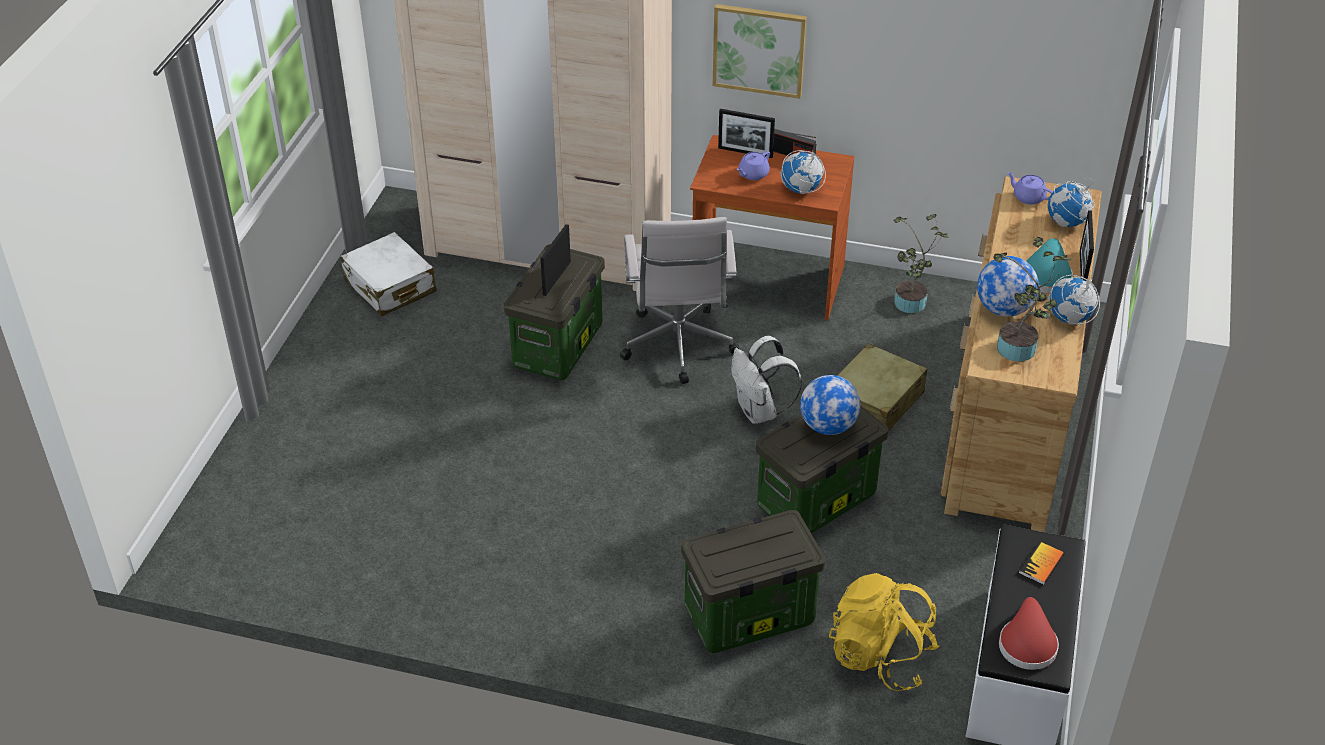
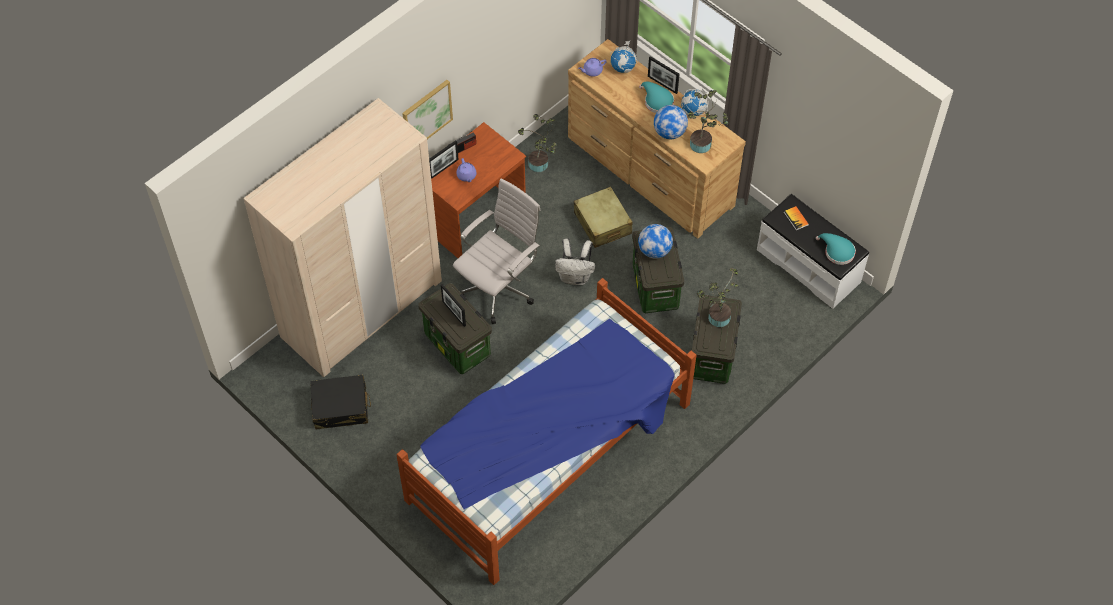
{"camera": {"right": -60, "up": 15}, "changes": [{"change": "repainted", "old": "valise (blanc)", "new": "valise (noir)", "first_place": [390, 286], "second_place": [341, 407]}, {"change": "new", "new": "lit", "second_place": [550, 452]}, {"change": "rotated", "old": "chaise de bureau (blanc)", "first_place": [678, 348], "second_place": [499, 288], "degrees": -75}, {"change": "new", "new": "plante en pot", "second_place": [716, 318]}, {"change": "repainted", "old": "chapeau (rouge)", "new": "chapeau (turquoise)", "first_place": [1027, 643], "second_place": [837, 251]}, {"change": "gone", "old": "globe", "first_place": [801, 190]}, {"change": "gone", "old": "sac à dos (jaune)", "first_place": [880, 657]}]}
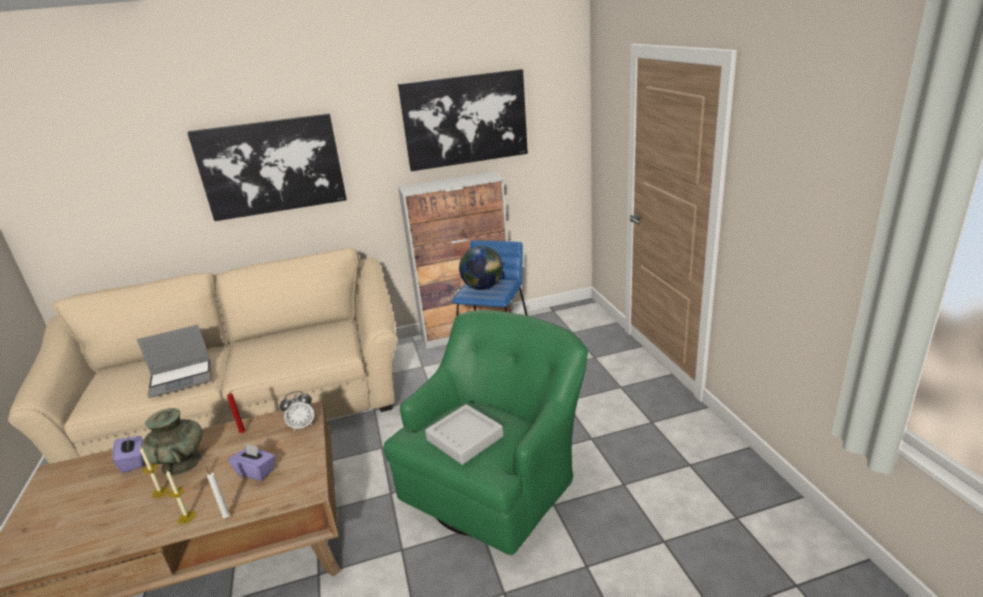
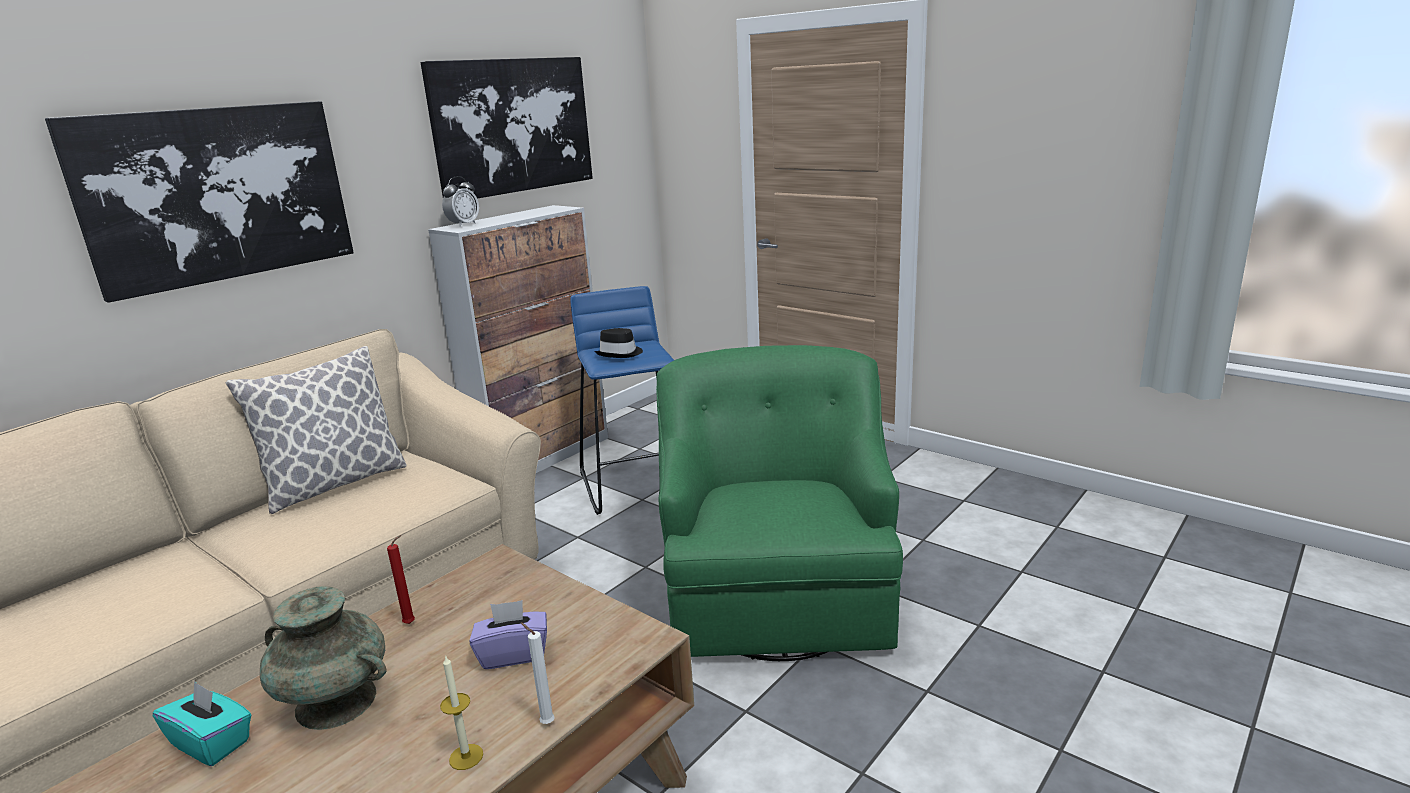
{"camera": {"right": -35, "up": -5}, "changes": [{"change": "repainted", "old": "boîte à mouchoirs (violet)", "new": "boîte à mouchoirs (turquoise)", "first_place": [134, 461], "second_place": [212, 742]}, {"change": "new", "new": "coussin", "second_place": [335, 484]}, {"change": "shifted", "old": "réveil", "first_place": [302, 425], "second_place": [463, 225]}, {"change": "swapped", "old": "globe", "new": "chapeau (noir)", "first_place": [483, 288], "second_place": [620, 354]}, {"change": "gone", "old": "ordinateur portable", "first_place": [182, 378]}, {"change": "gone", "old": "bougie", "first_place": [160, 492]}, {"change": "gone", "old": "plateau (gris)", "first_place": [465, 438]}]}
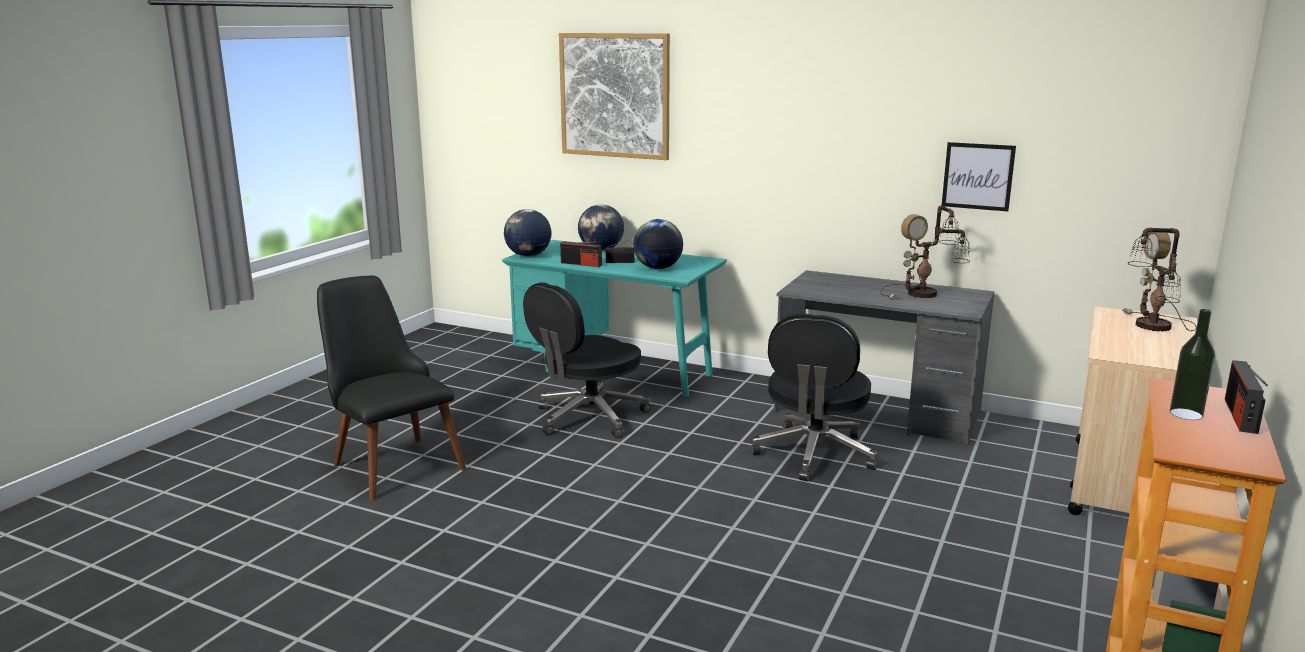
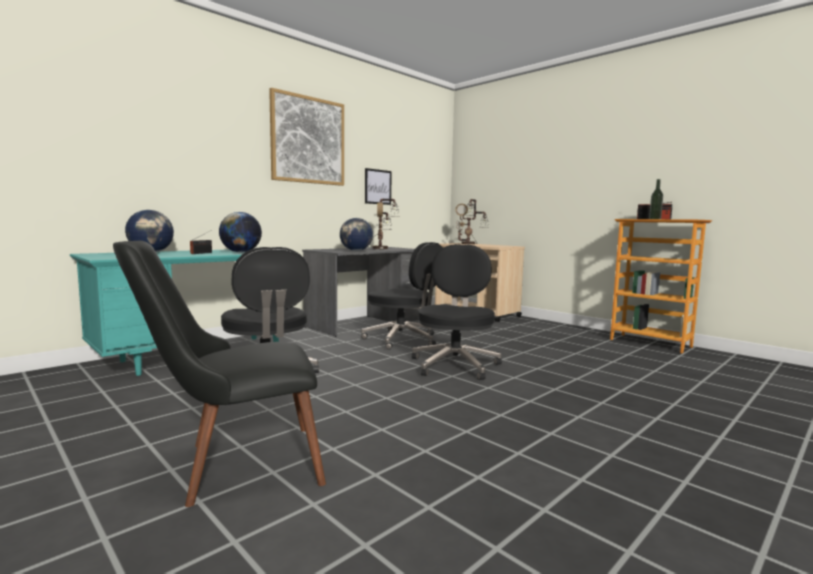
{"camera": {"right": -70, "up": -10}, "changes": [{"change": "shifted", "old": "tableau", "first_place": [615, 95], "second_place": [308, 140]}, {"change": "shifted", "old": "globe", "first_place": [528, 256], "second_place": [356, 251]}, {"change": "new", "new": "chaise de bureau (noir)", "second_place": [455, 364]}, {"change": "gone", "old": "radio", "first_place": [581, 264]}]}
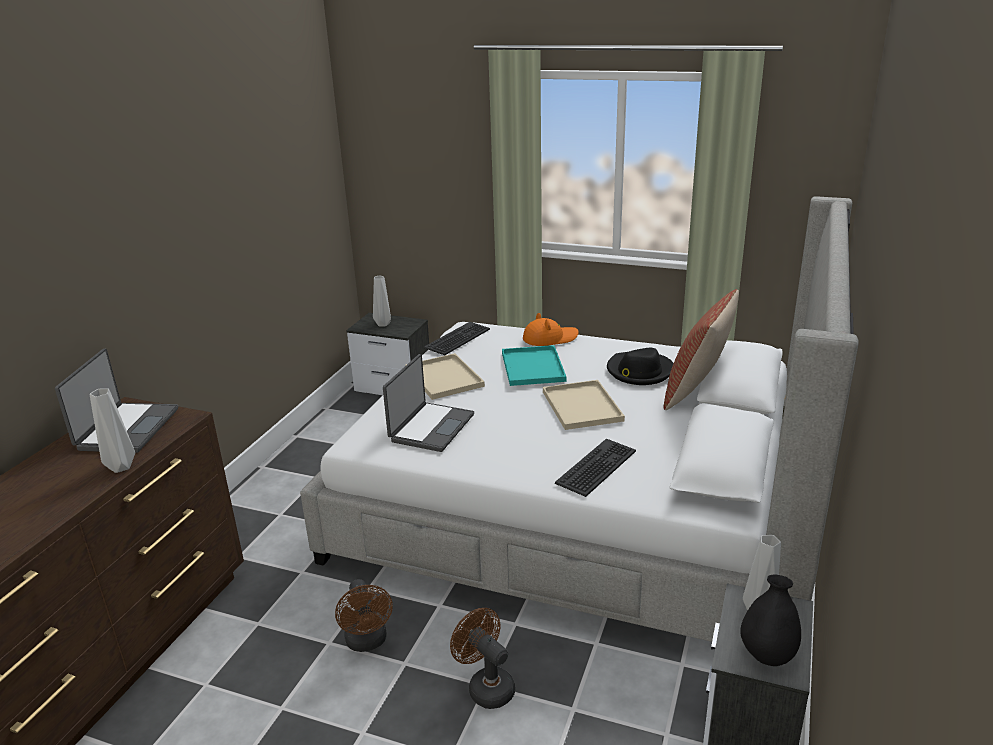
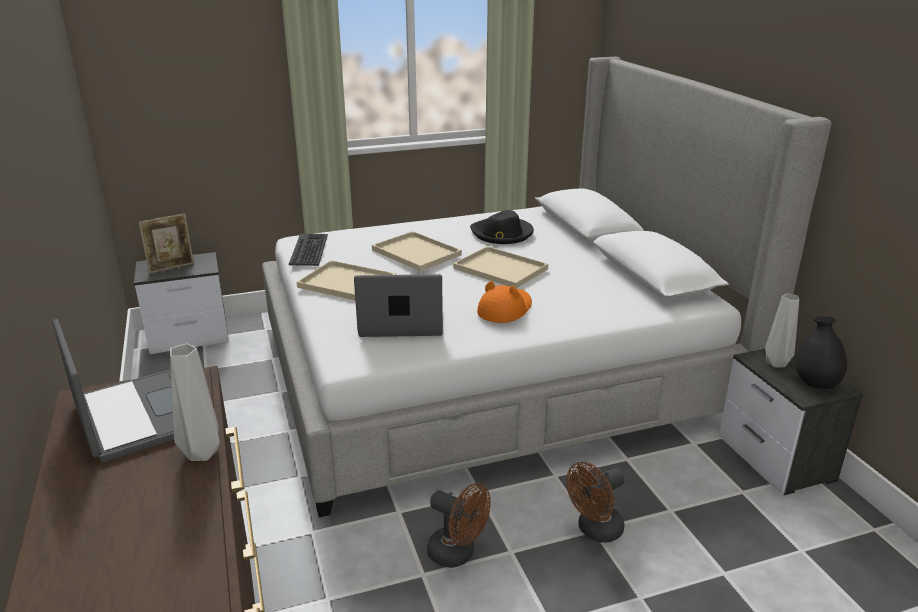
{"camera": {"right": -40, "up": 0}, "changes": [{"change": "swapped", "old": "vase (gris)", "new": "cadre photo", "first_place": [383, 324], "second_place": [171, 267]}, {"change": "rotated", "old": "ordinateur portable", "first_place": [430, 427], "second_place": [401, 324], "degrees": -75}, {"change": "repainted", "old": "plateau (turquoise)", "new": "plateau (beige)", "first_place": [534, 367], "second_place": [418, 252]}, {"change": "shifted", "old": "chapeau (orange)", "first_place": [550, 338], "second_place": [505, 309]}, {"change": "rotated", "old": "ventilateur (marron)", "first_place": [486, 686], "second_place": [595, 531], "degrees": -45}, {"change": "gone", "old": "clavier", "first_place": [597, 468]}, {"change": "gone", "old": "coussin", "first_place": [697, 391]}]}
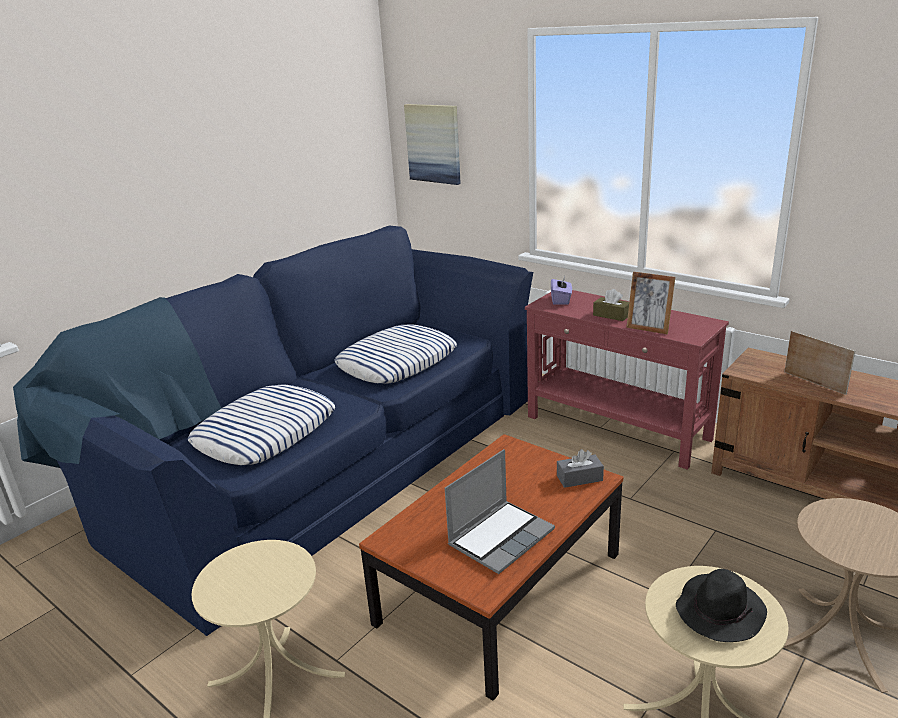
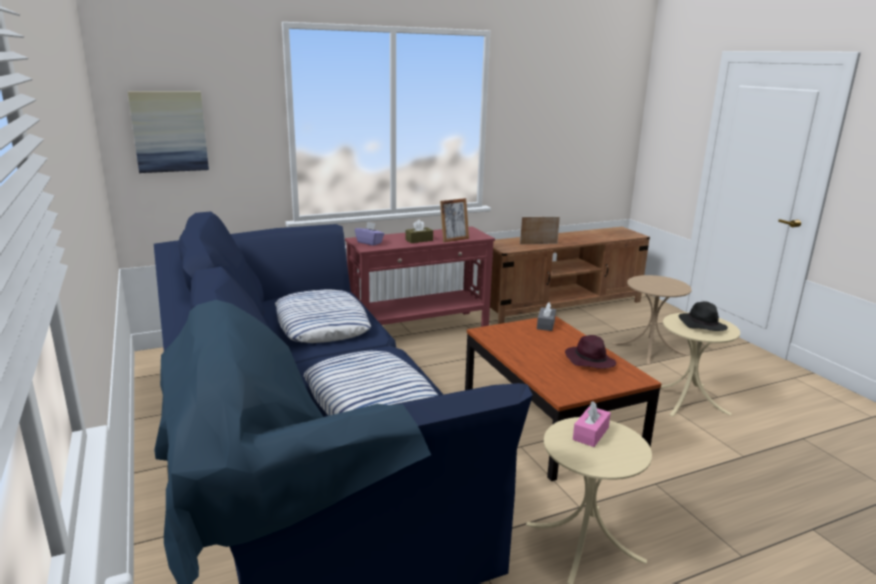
{"camera": {"right": -65, "up": -5}, "changes": [{"change": "swapped", "old": "ordinateur portable", "new": "chapeau (violet)", "first_place": [501, 537], "second_place": [589, 360]}, {"change": "new", "new": "boîte à mouchoirs (rose)", "second_place": [590, 433]}]}
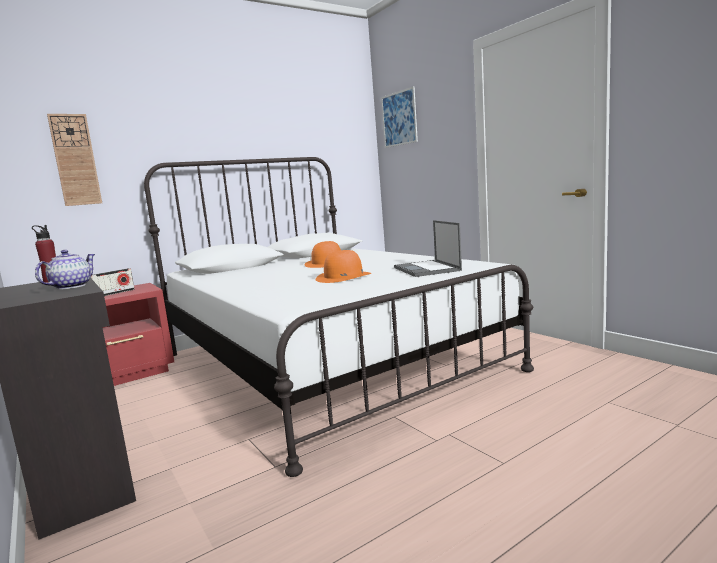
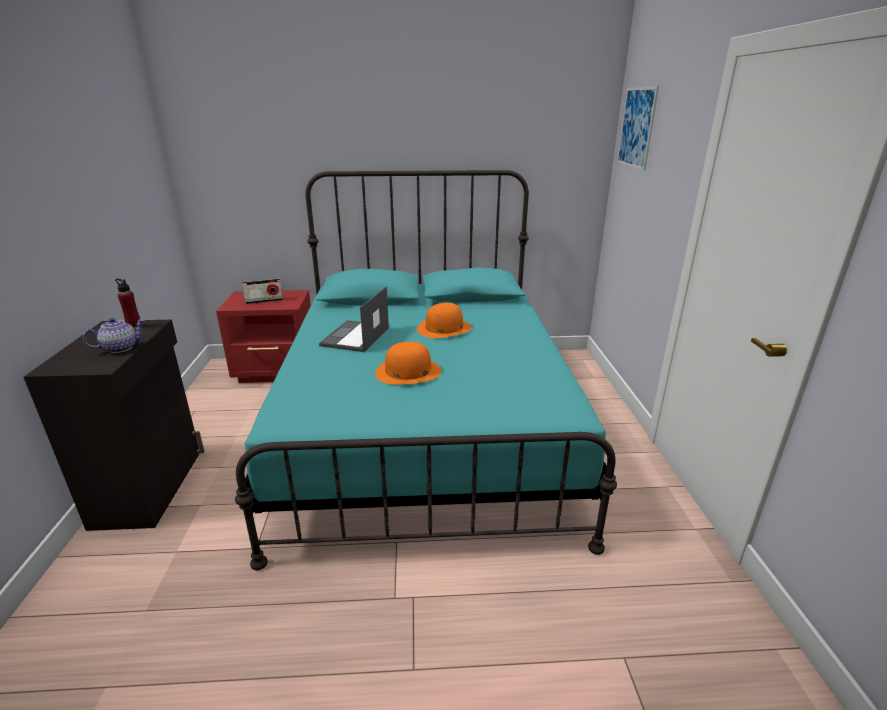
{"camera": {"right": 30, "up": 15}, "changes": [{"change": "repainted", "old": "lit (blanc)", "new": "lit (turquoise)", "first_place": [327, 361], "second_place": [425, 429]}, {"change": "shifted", "old": "ordinateur portable", "first_place": [427, 269], "second_place": [355, 337]}, {"change": "gone", "old": "horloge murale", "first_place": [75, 160]}]}
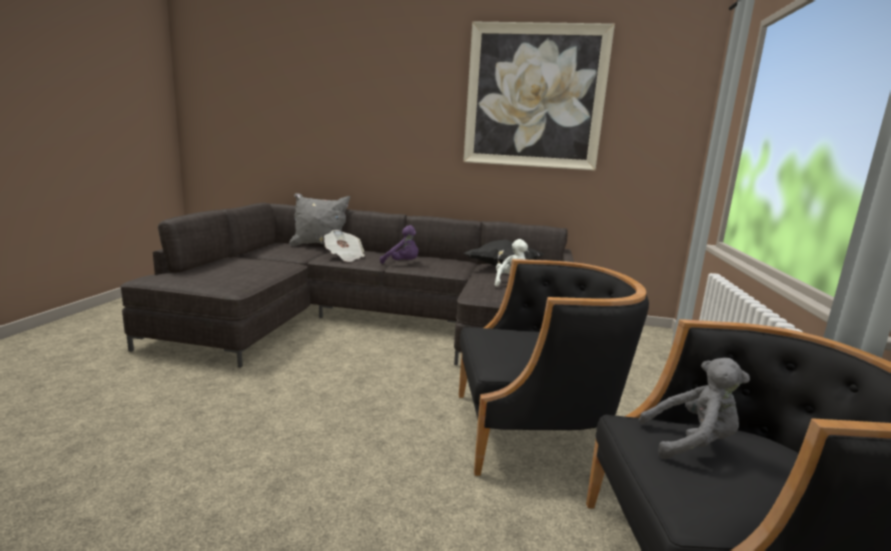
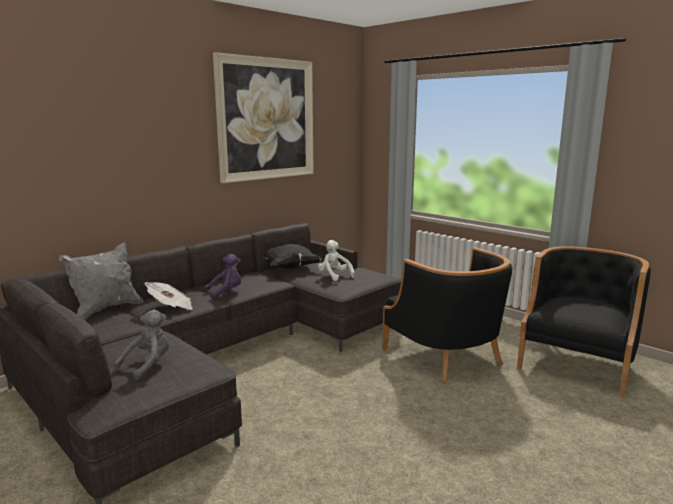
{"camera": {"right": -55, "up": 0}, "changes": [{"change": "shifted", "old": "peluche (gris)", "first_place": [691, 443], "second_place": [148, 365]}, {"change": "rotated", "old": "fauteuil (noir)", "first_place": [534, 430], "second_place": [445, 357], "degrees": 120}]}
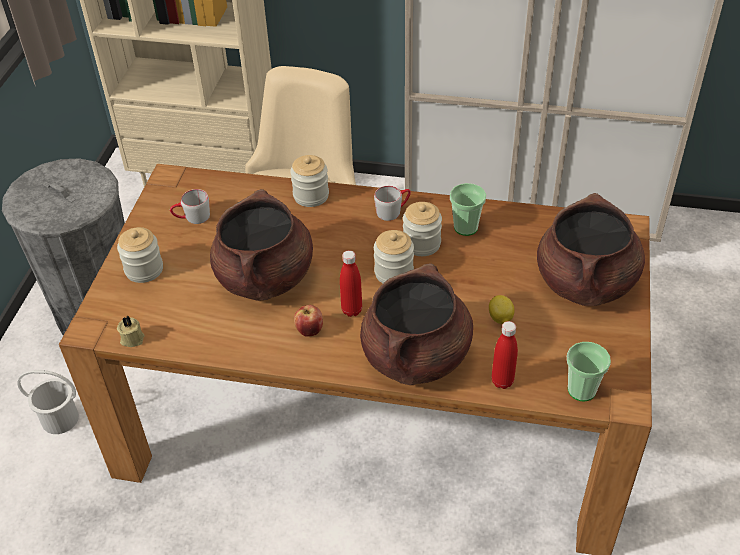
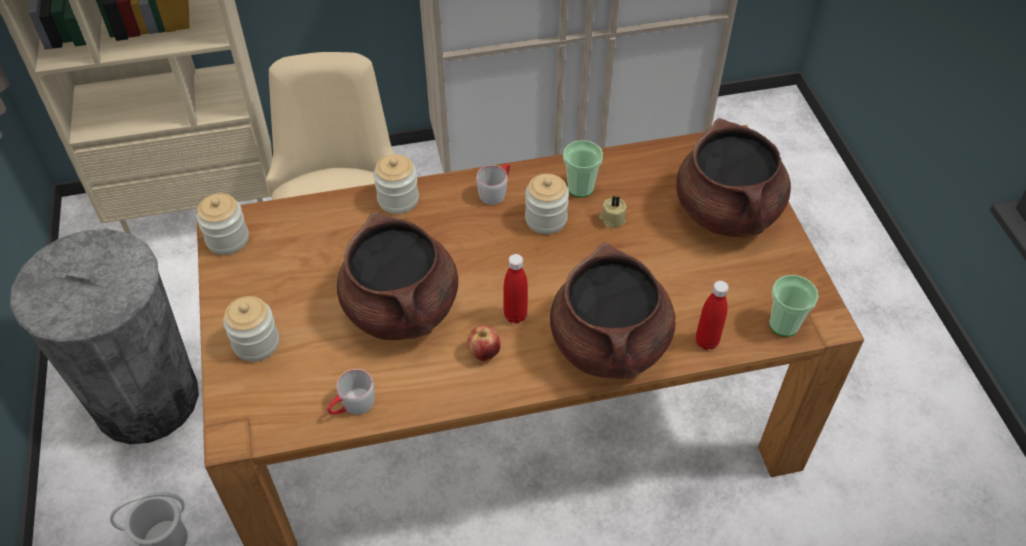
{"camera": {"right": -25, "up": 5}, "changes": [{"change": "shifted", "old": "bocal", "first_place": [394, 273], "second_place": [227, 239]}, {"change": "shifted", "old": "mug (gris)", "first_place": [192, 218], "second_place": [352, 407]}, {"change": "shifted", "old": "bougie (beige)", "first_place": [132, 338], "second_place": [612, 219]}, {"change": "gone", "old": "citron", "first_place": [500, 318]}]}
